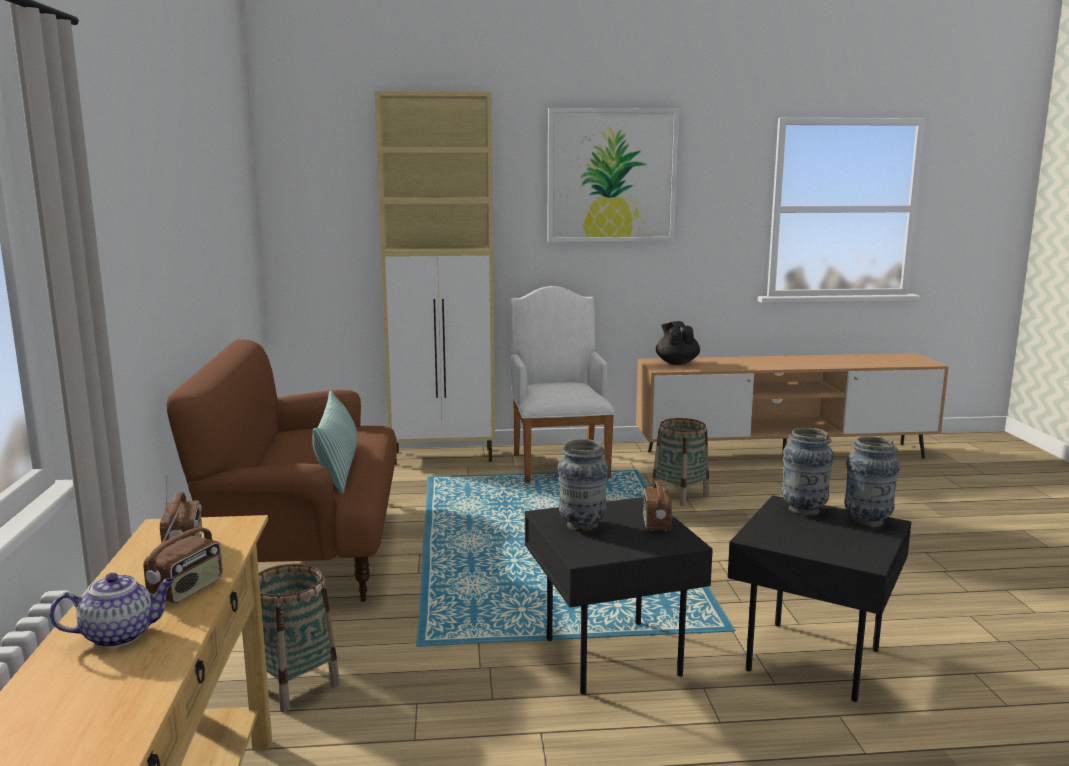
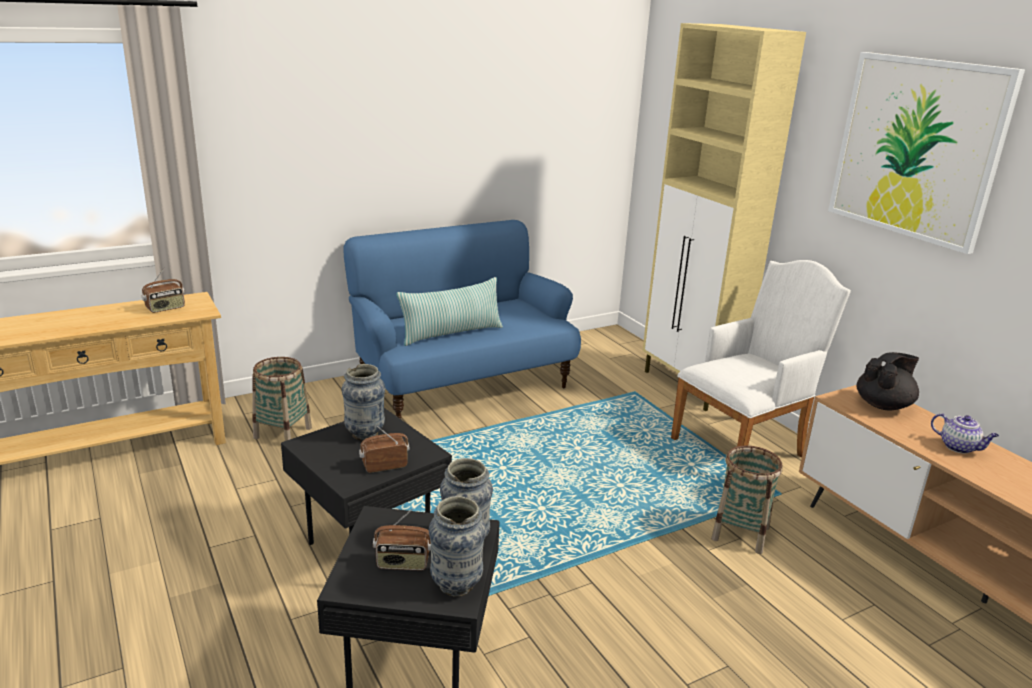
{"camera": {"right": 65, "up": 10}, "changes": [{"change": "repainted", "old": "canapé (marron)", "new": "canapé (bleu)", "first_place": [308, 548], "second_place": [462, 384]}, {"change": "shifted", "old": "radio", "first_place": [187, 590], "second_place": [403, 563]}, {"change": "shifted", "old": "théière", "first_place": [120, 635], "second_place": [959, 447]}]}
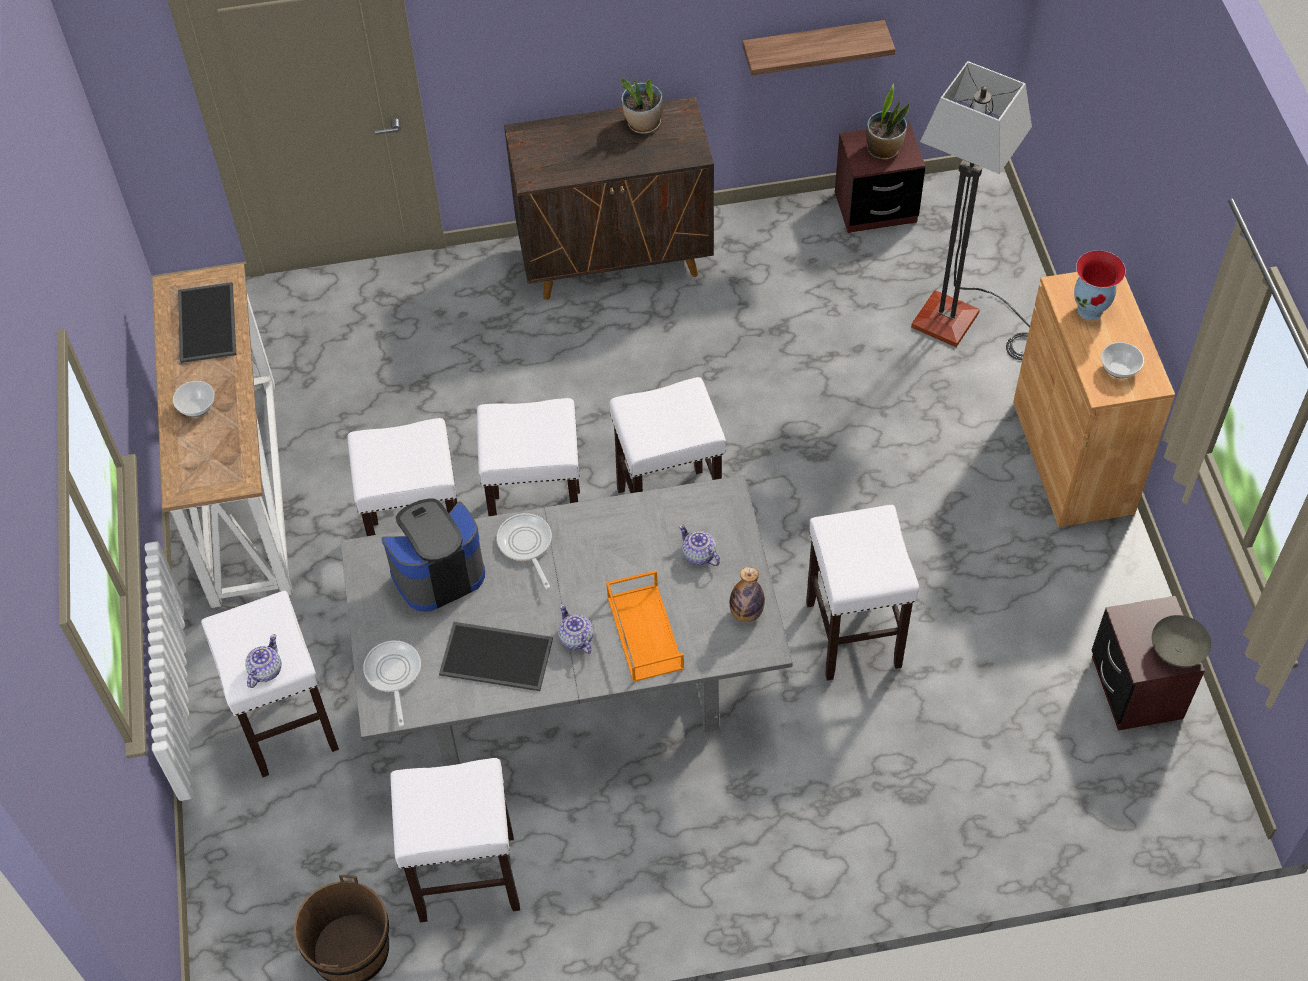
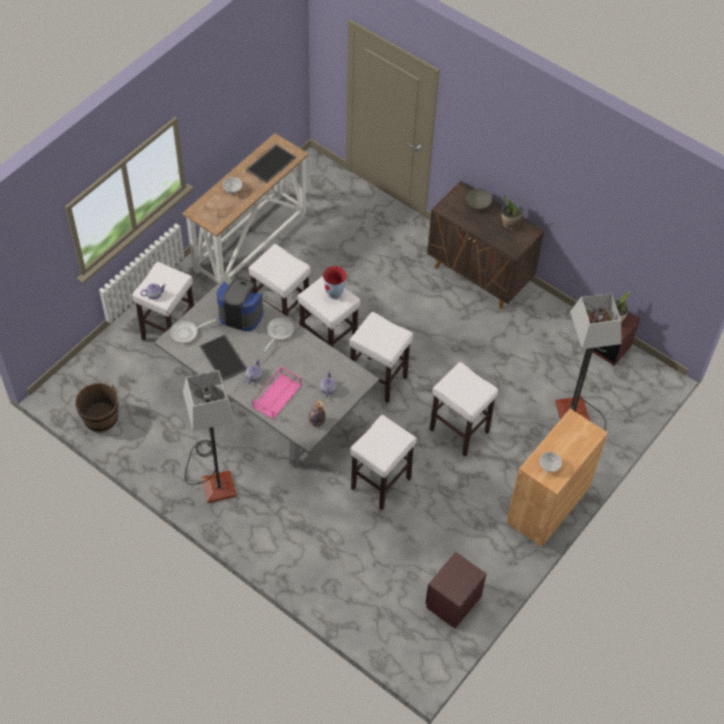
{"camera": {"right": 45, "up": 0}, "changes": [{"change": "rotated", "old": "poêle", "first_place": [393, 675], "second_place": [187, 333], "degrees": -150}, {"change": "new", "new": "lampadaire", "second_place": [213, 479]}, {"change": "repainted", "old": "plateau (orange)", "new": "plateau (rose)", "first_place": [643, 632], "second_place": [277, 395]}, {"change": "shifted", "old": "vase", "first_place": [1090, 310], "second_place": [334, 294]}, {"change": "shifted", "old": "tabouret (blanc)", "first_place": [465, 878], "second_place": [458, 430]}, {"change": "shifted", "old": "bol (gris)", "first_place": [1177, 650], "second_place": [478, 204]}, {"change": "gone", "old": "étagère", "first_place": [812, 47]}]}
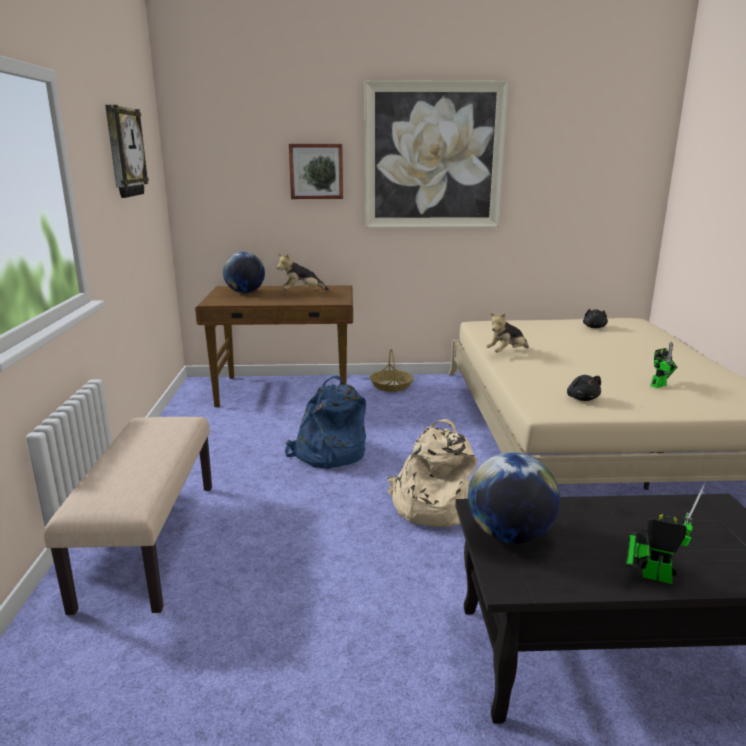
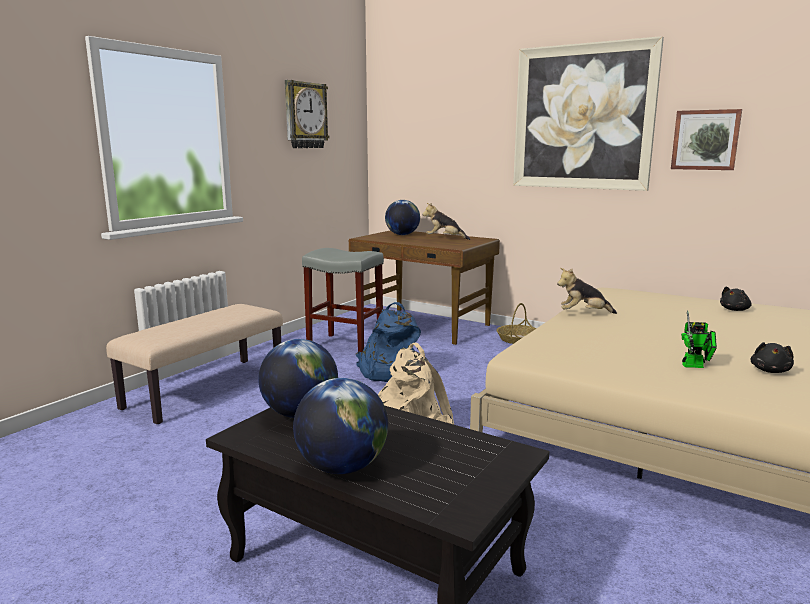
{"camera": {"right": 35, "up": -5}, "changes": [{"change": "swapped", "old": "robot jouet", "new": "globe", "first_place": [651, 575], "second_place": [342, 467]}, {"change": "new", "new": "tabouret (gris)", "second_place": [344, 345]}, {"change": "shifted", "old": "tableau", "first_place": [316, 171], "second_place": [705, 140]}, {"change": "shifted", "old": "peluche (noir)", "first_place": [582, 398], "second_place": [770, 371]}]}
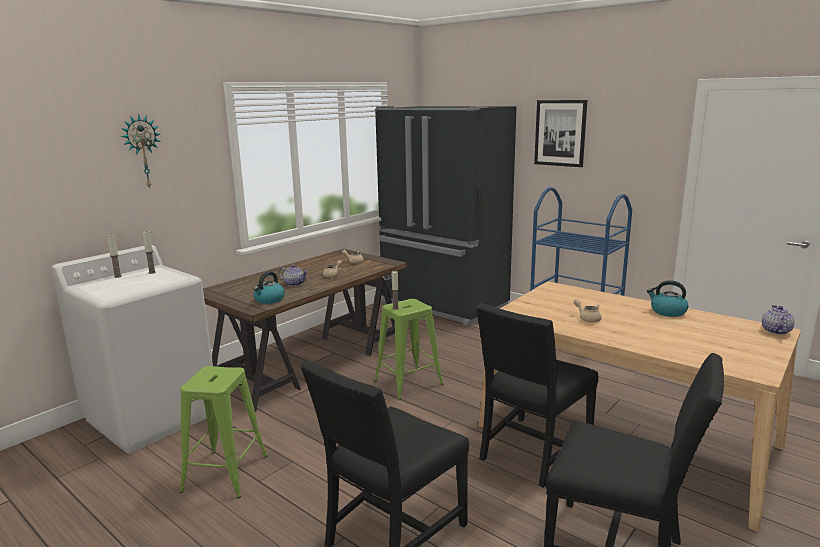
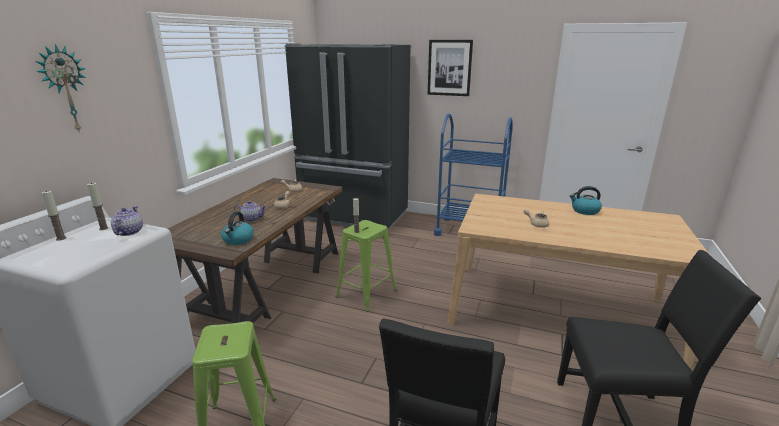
{"camera": {"right": -20, "up": 5}, "changes": [{"change": "shifted", "old": "théière", "first_place": [775, 331], "second_place": [128, 232]}, {"change": "gone", "old": "chaise (noir)", "first_place": [531, 452]}]}
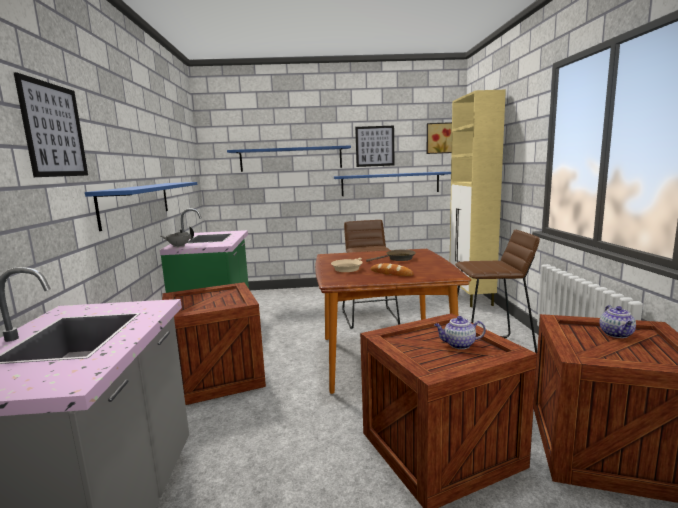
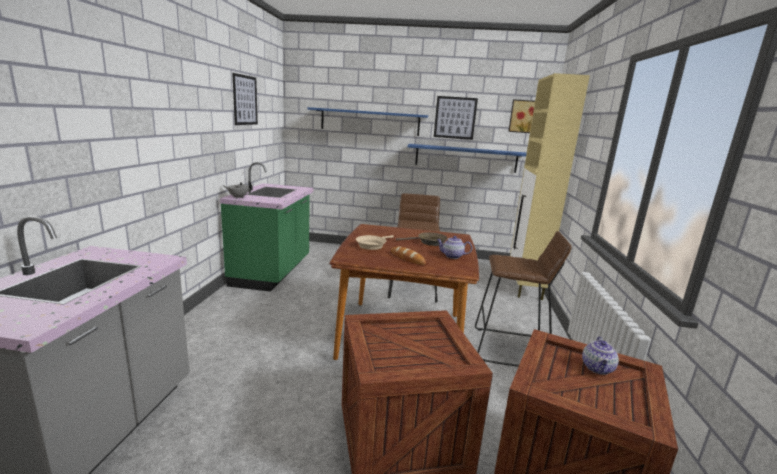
{"camera": {"right": 10, "up": 5}, "changes": [{"change": "shifted", "old": "tableau", "first_place": [54, 130], "second_place": [245, 100]}, {"change": "shifted", "old": "théière", "first_place": [458, 345], "second_place": [452, 256]}, {"change": "gone", "old": "étagère (bleu)", "first_place": [137, 203]}, {"change": "gone", "old": "caisse", "first_place": [215, 376]}]}
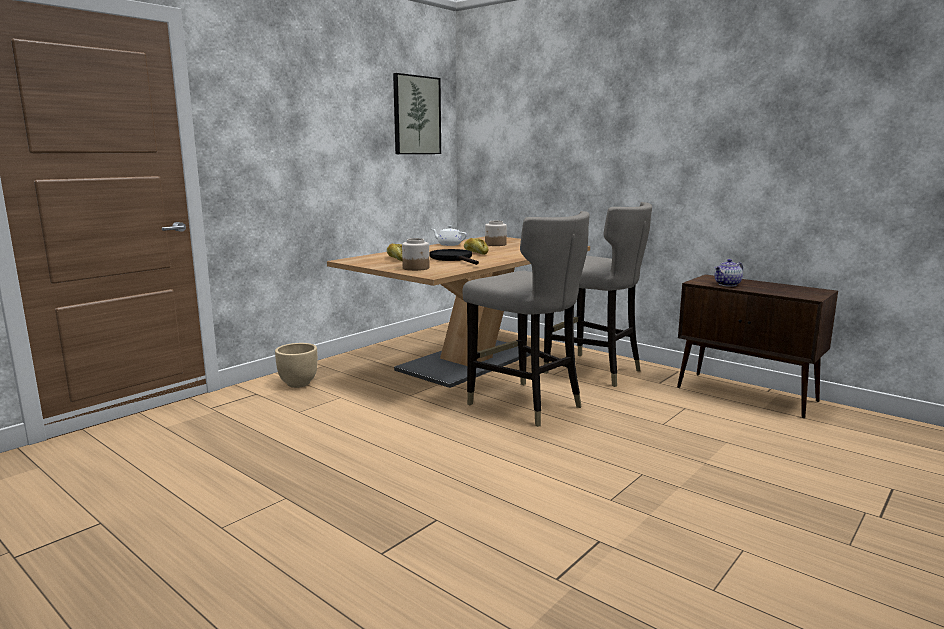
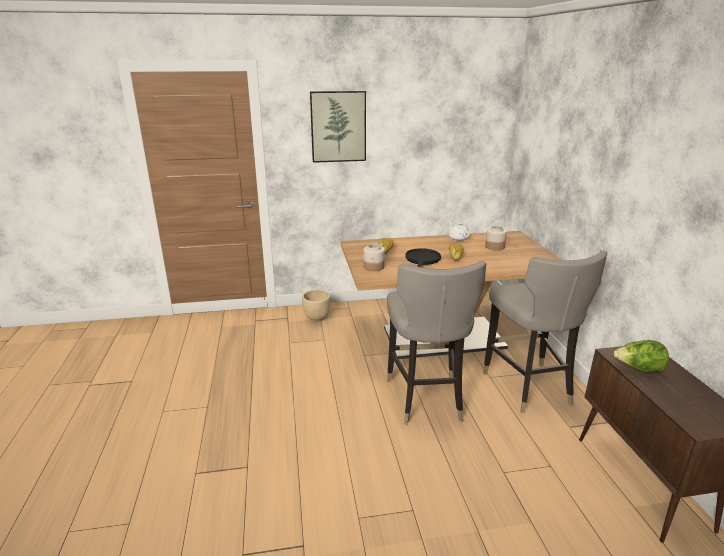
{"camera": {"right": 40, "up": 10}, "changes": [{"change": "shifted", "old": "tableau", "first_place": [416, 115], "second_place": [338, 126]}, {"change": "swapped", "old": "théière", "new": "laitue", "first_place": [728, 285], "second_place": [638, 370]}]}
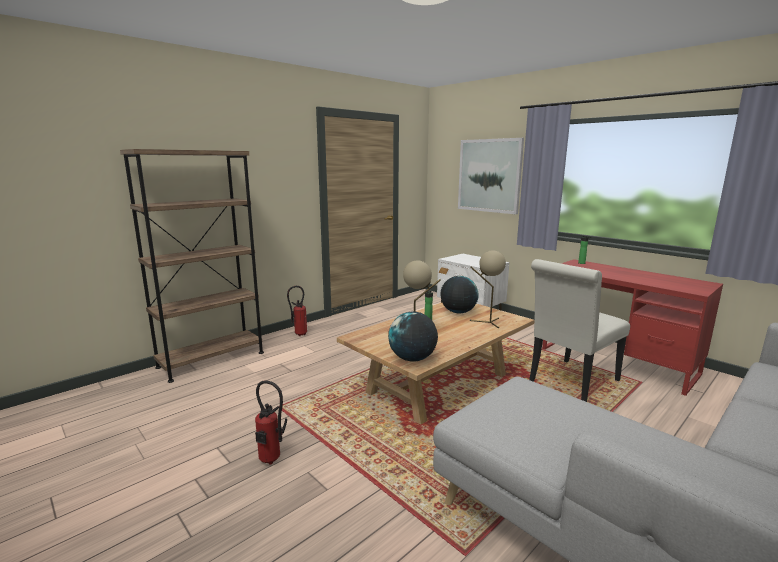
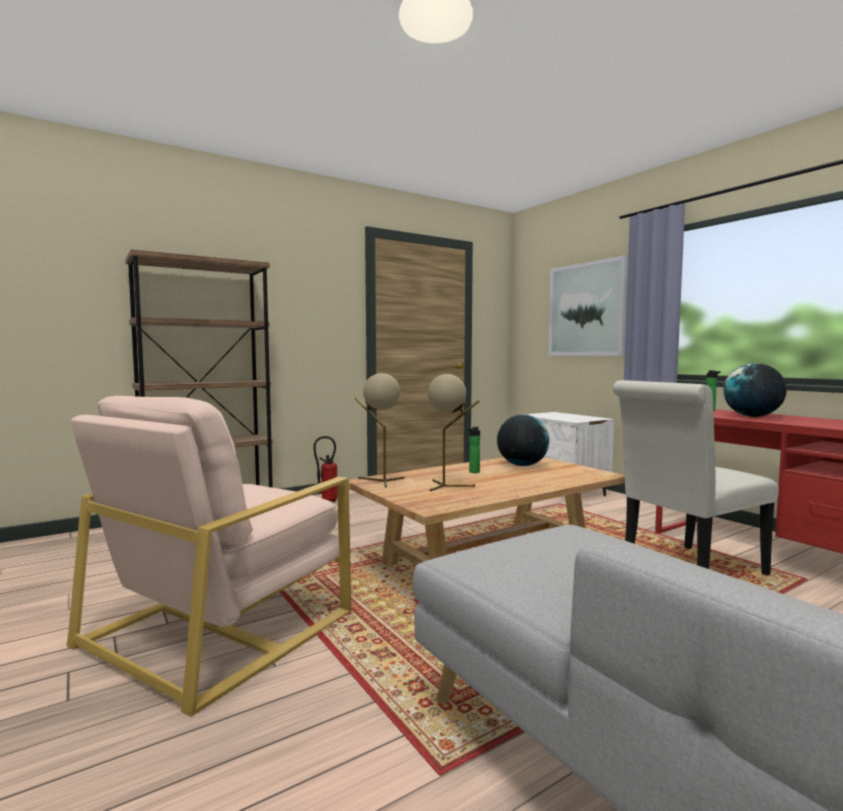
{"camera": {"right": 10, "up": -10}, "changes": [{"change": "swapped", "old": "extincteur", "new": "fauteuil (beige)", "first_place": [272, 461], "second_place": [220, 626]}, {"change": "shifted", "old": "lampe de table (beige)", "first_place": [487, 322], "second_place": [381, 481]}, {"change": "shifted", "old": "globe", "first_place": [412, 359], "second_place": [752, 416]}]}
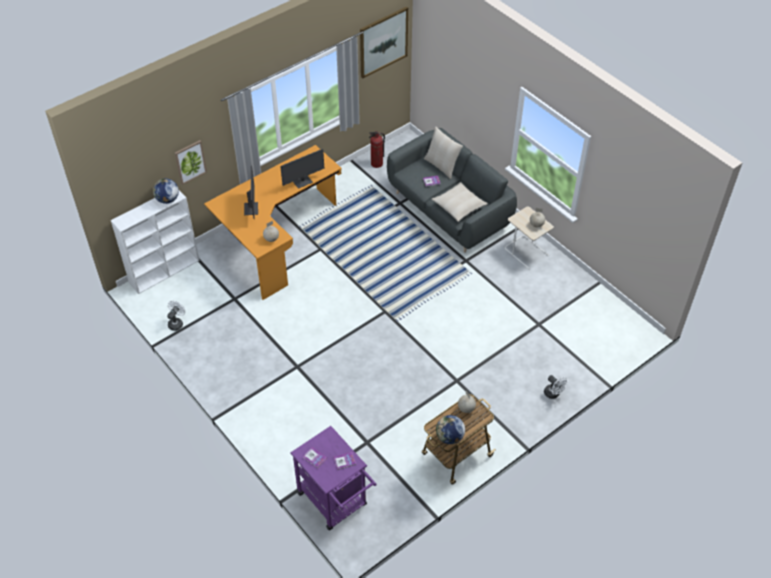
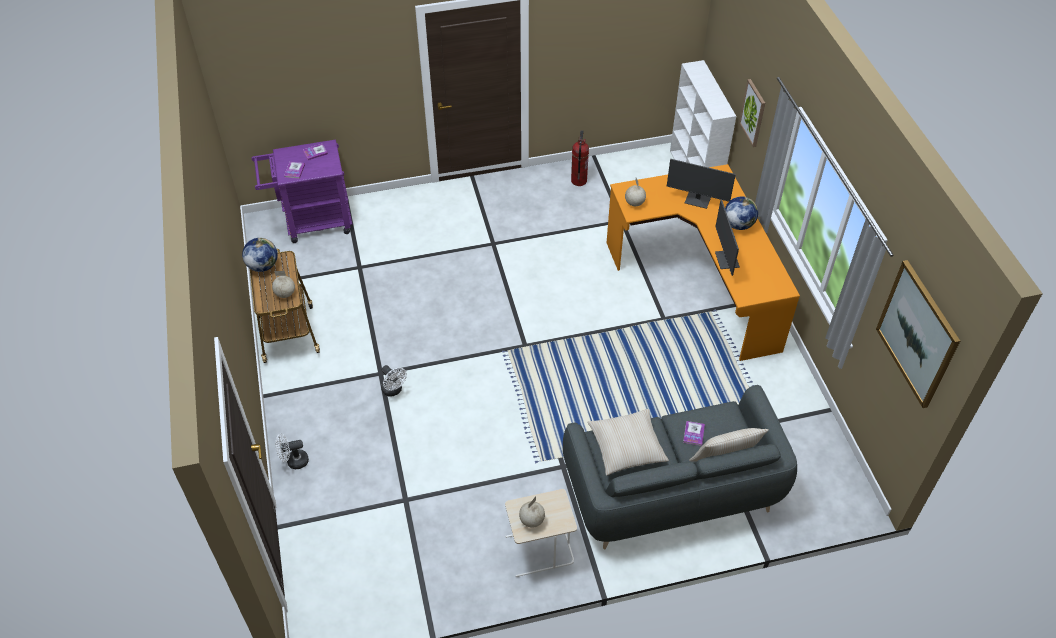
{"camera": {"right": 115, "up": 0}, "changes": [{"change": "shifted", "old": "ventilateur (blanc)", "first_place": [176, 323], "second_place": [394, 390]}, {"change": "shifted", "old": "extincteur", "first_place": [376, 164], "second_place": [578, 181]}, {"change": "shifted", "old": "globe", "first_place": [167, 200], "second_place": [738, 224]}]}
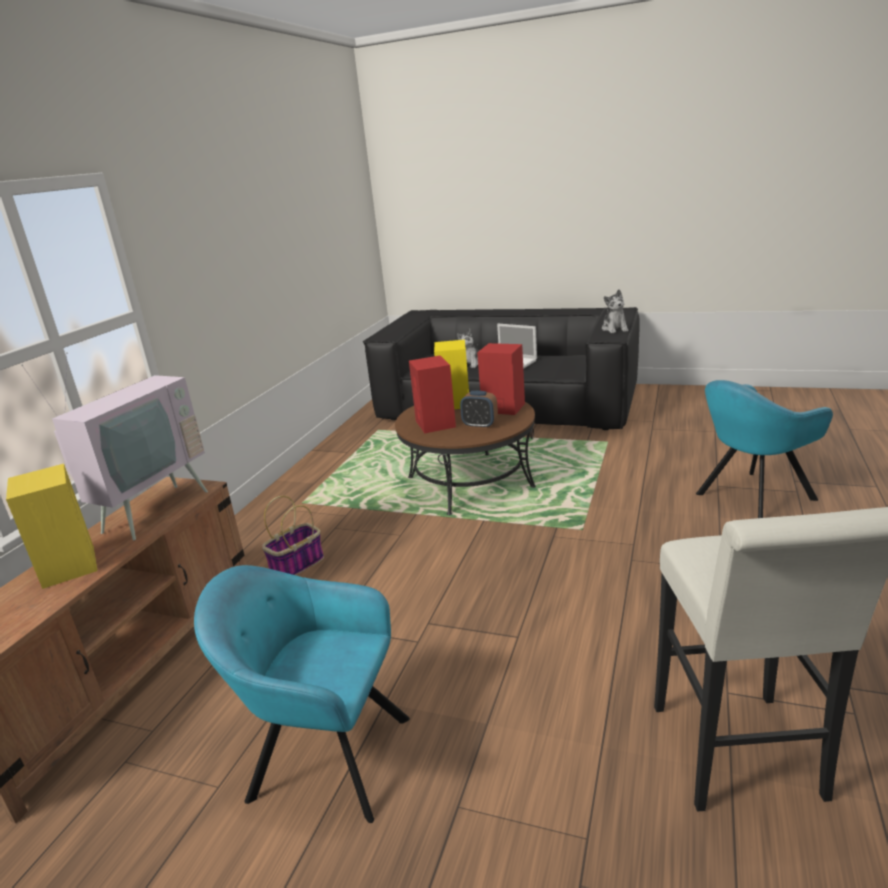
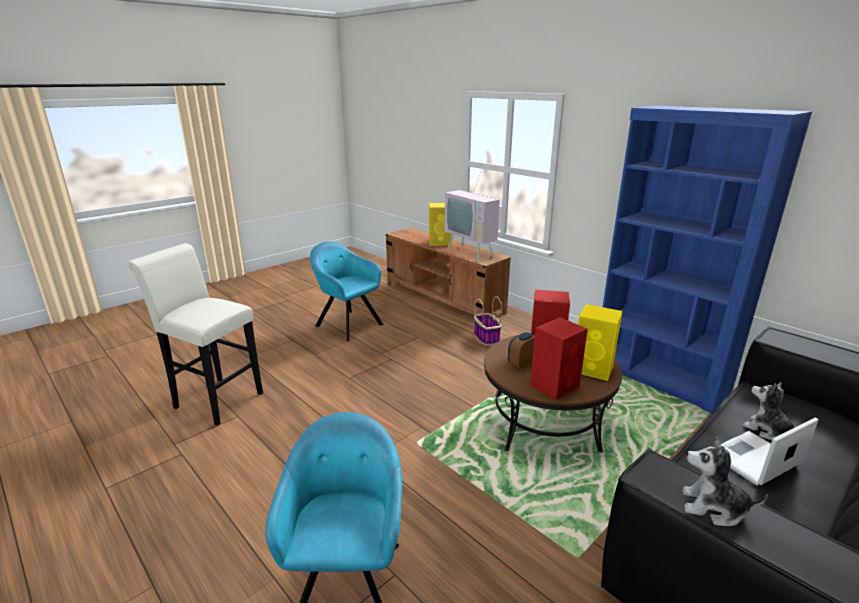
{"camera": {"right": 115, "up": 0}, "changes": [{"change": "rotated", "old": "fauteuil (turquoise)", "first_place": [324, 756], "second_place": [347, 324], "degrees": -90}, {"change": "new", "new": "bibliothèque (bleu)", "second_place": [660, 377]}]}
